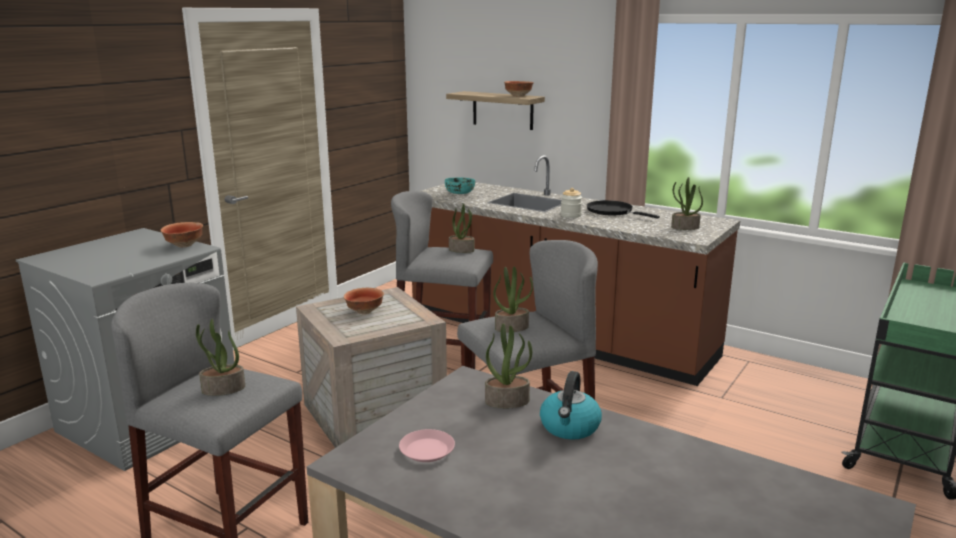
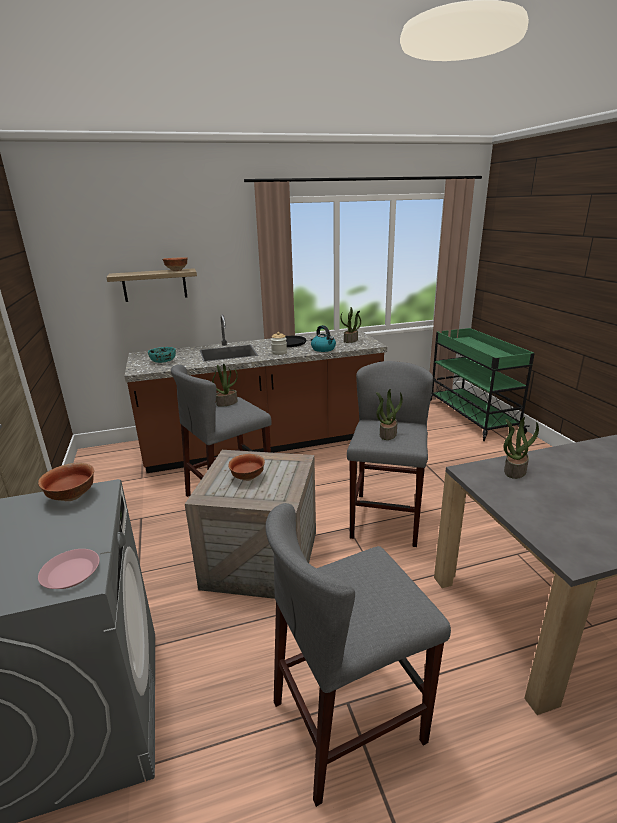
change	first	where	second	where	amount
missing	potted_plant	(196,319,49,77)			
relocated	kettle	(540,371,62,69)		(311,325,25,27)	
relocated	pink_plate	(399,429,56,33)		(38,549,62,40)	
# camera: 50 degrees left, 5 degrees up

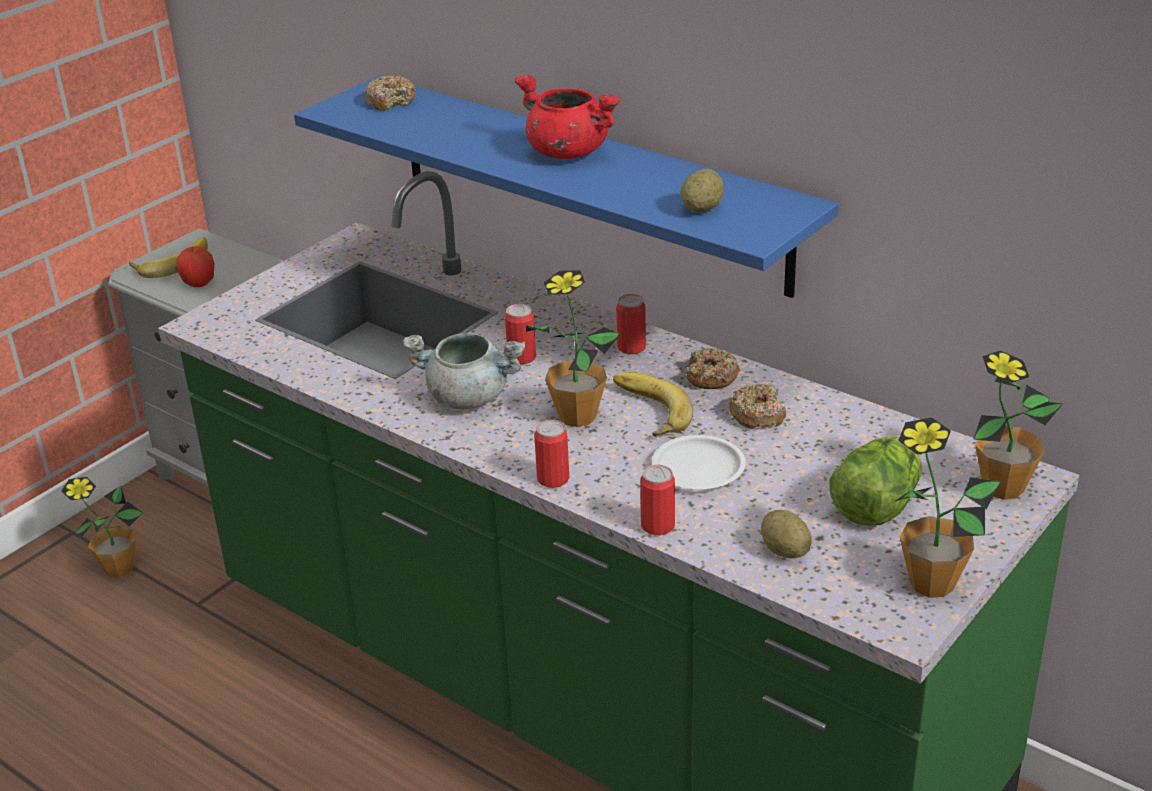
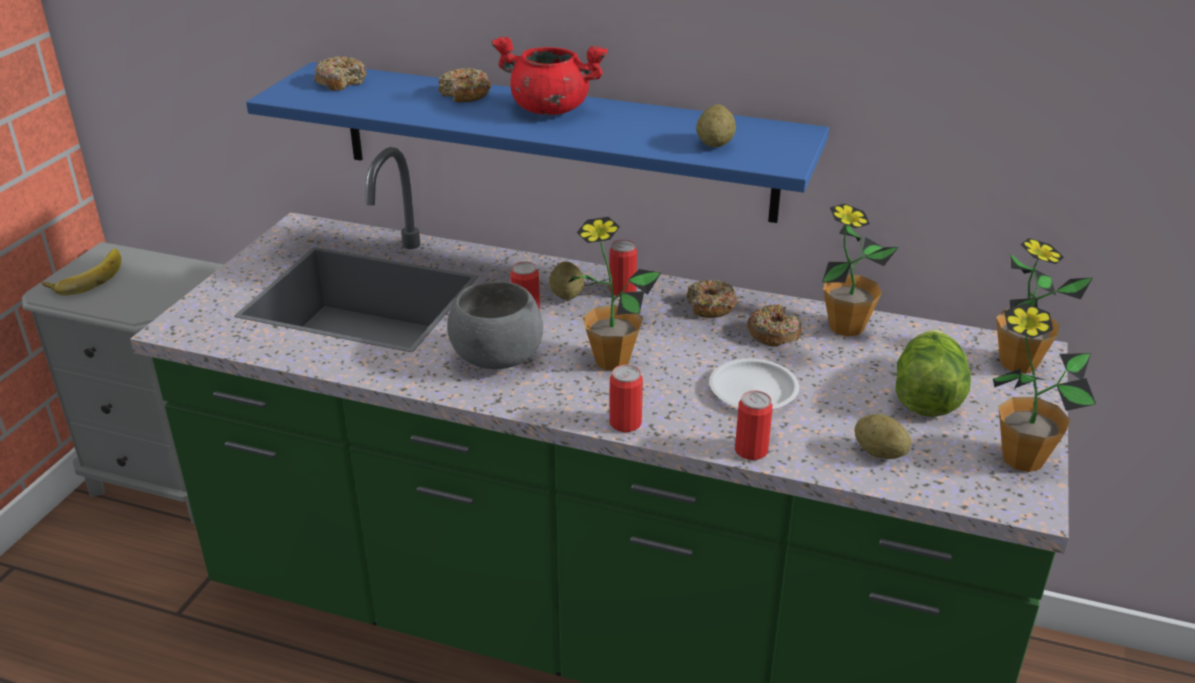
change	first	where	second	where	amount
missing	apple	(176,246,39,41)			
exchanged	grey_cooking_pot	(402,333,123,76)	grey_bowl	(447,281,96,88)	
missing	banana	(613,373,80,64)			
relocated	potted_plant	(61,477,81,101)		(822,203,76,134)	
appeared			donut	(439,67,52,35)	
appeared			potato	(549,261,35,39)	
# camera: 20 degrees left, 0 degrees up

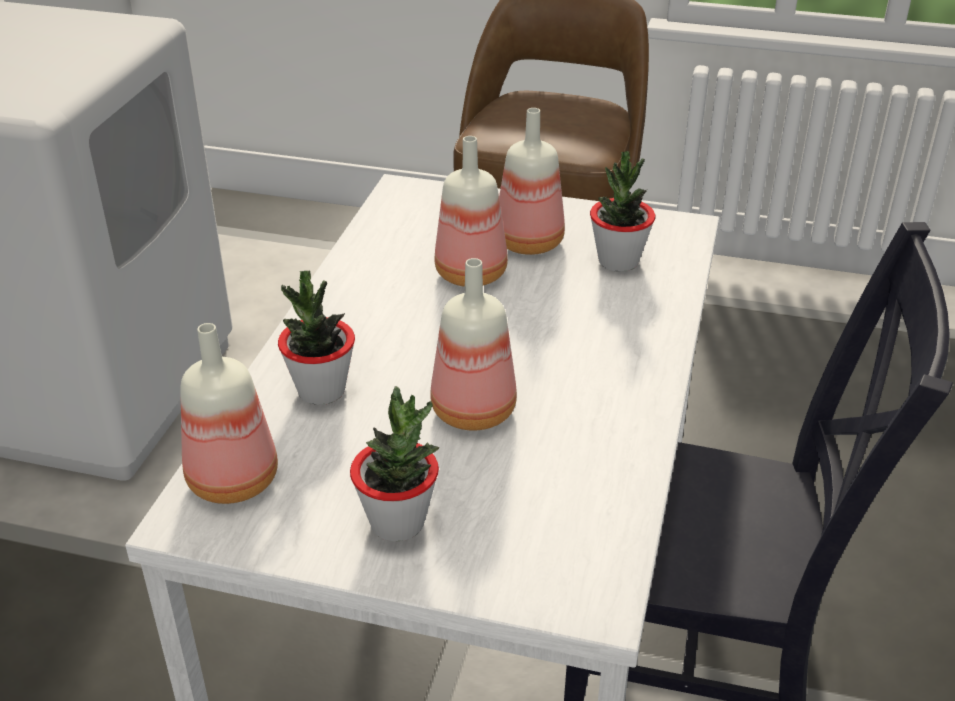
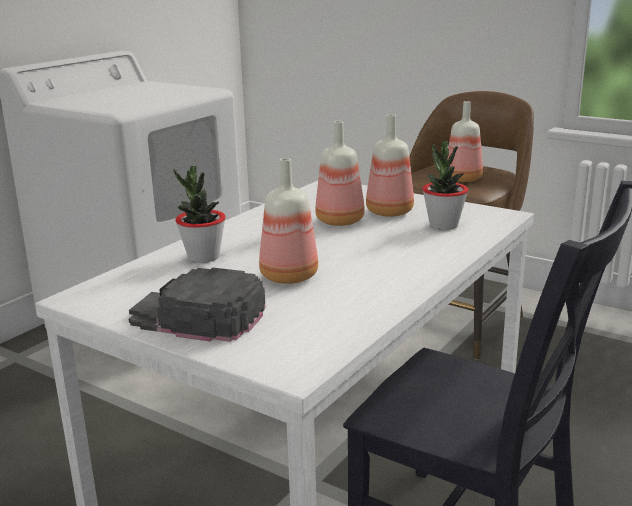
change	first	where	second	where	amount
relocated	bottle	(180,323,98,181)		(447,101,36,81)	
exchanged	potted_plant	(350,386,89,156)	black_cap	(129,268,137,74)	
# camera: 20 degrees right, 15 degrees down

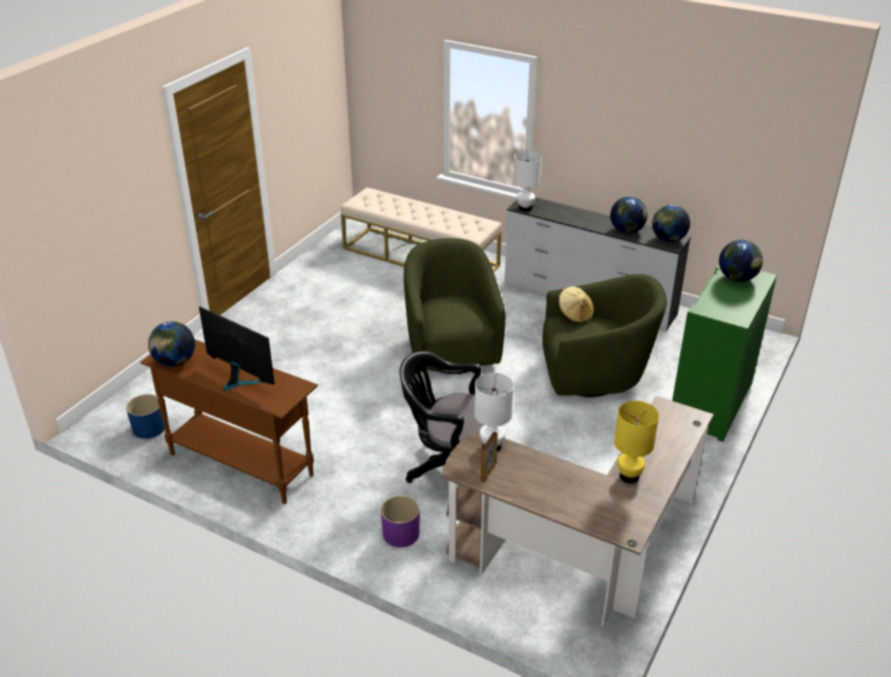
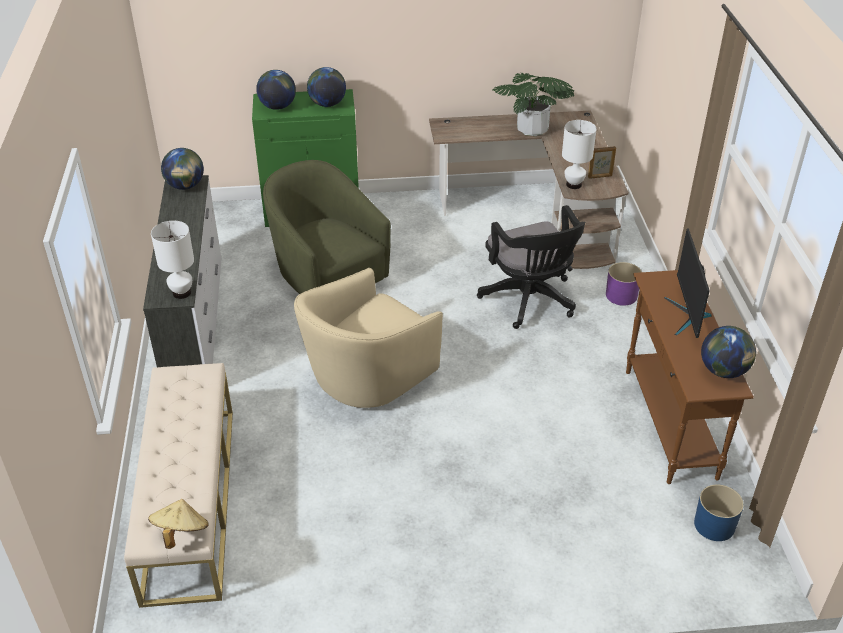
change	first	where	second	where	amount
relocated	globe	(610,197,38,36)		(307,67,39,40)	
colour	green_armchair	(404,238,102,136)	beige_armchair	(294,268,149,140)	
relocated	beige_hat	(558,286,36,38)		(148,499,61,50)	
exchanged	yellow_table_lamp	(614,401,45,82)	potted_plant	(492,73,82,63)	
# camera: 125 degrees left, 5 degrees up

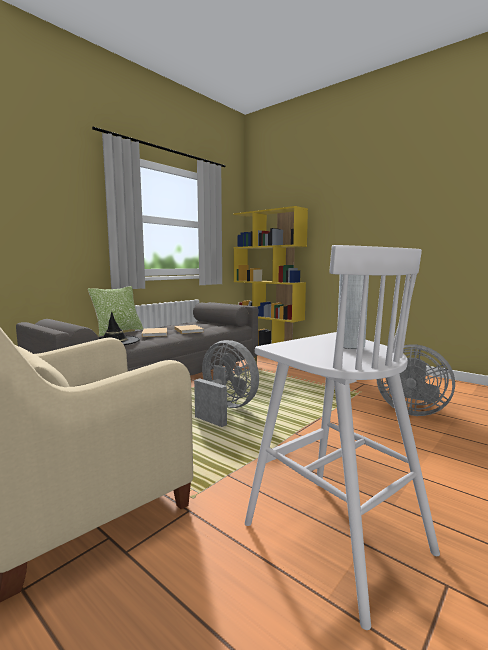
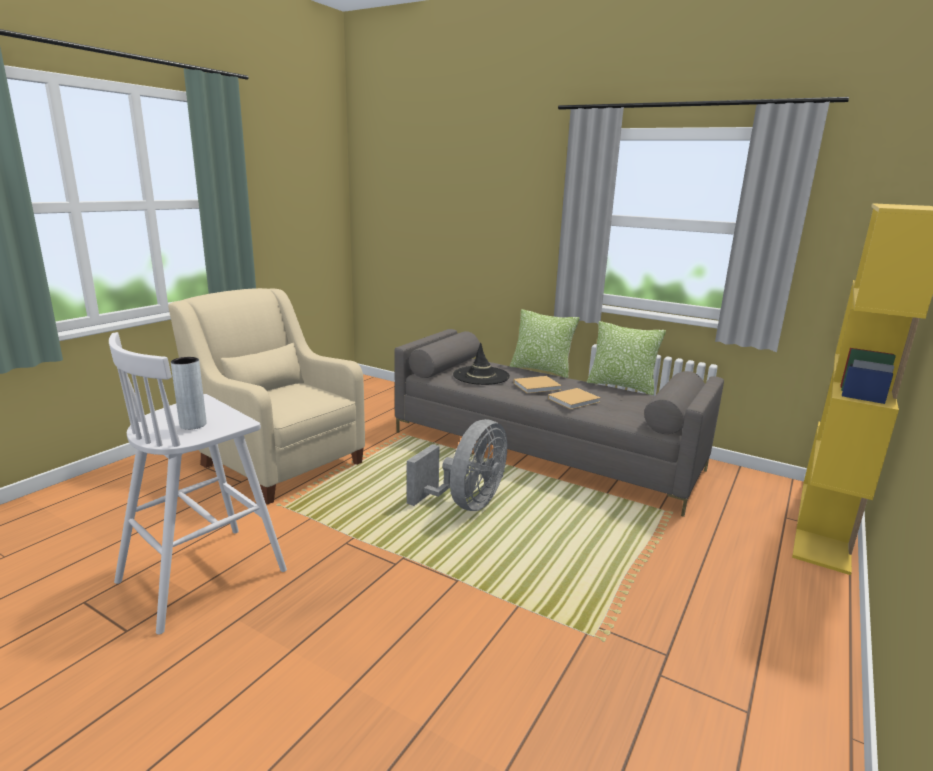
change	first	where	second	where	amount
missing	grey_fan	(377,344,78,72)			
appeared			pillow	(587,321,79,74)	
# camera: 80 degrees right, 10 degrees up

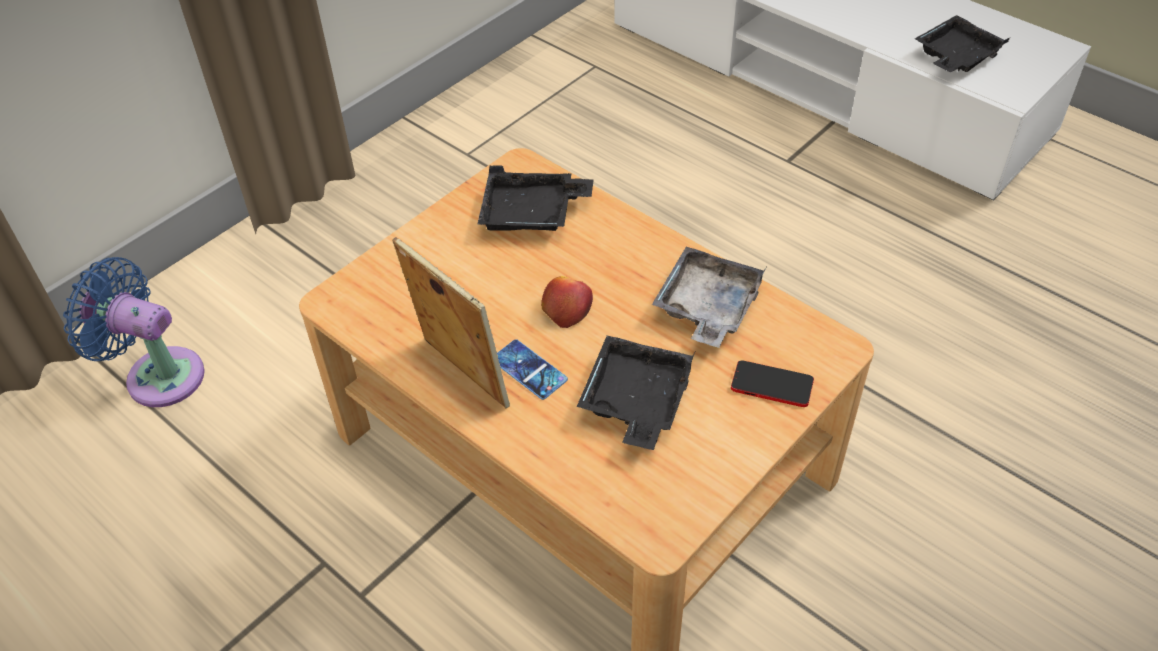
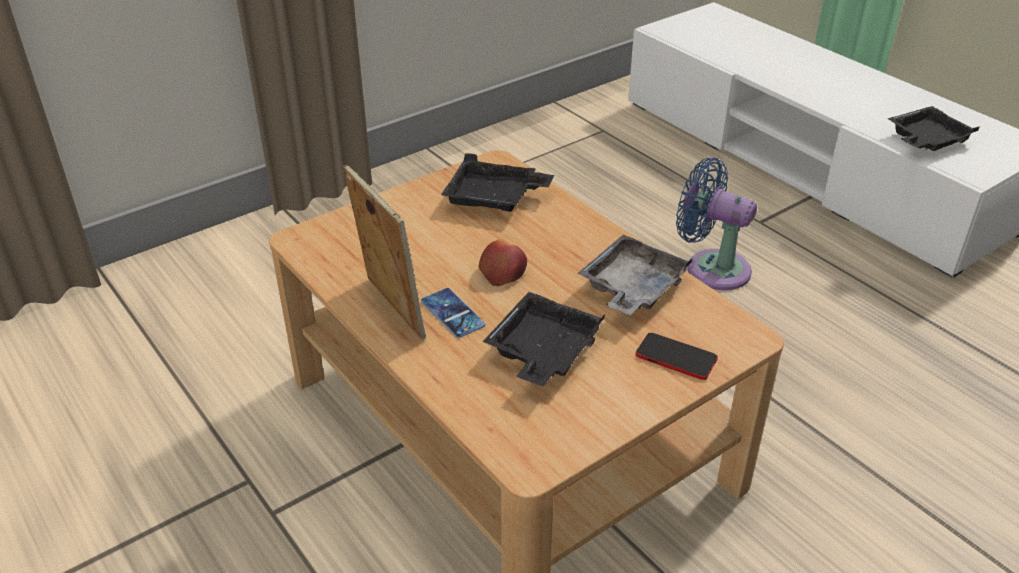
change	first	where	second	where	amount
relocated	blue_fan	(63,257,142,150)		(676,158,81,132)	
# camera: 10 degrees right, 10 degrees down

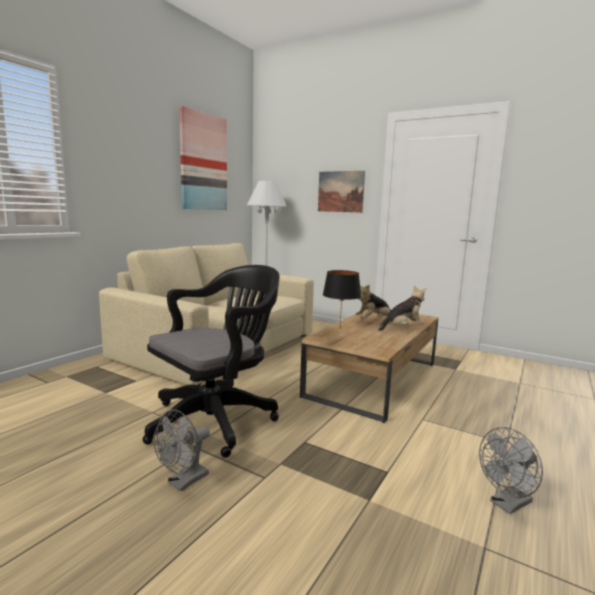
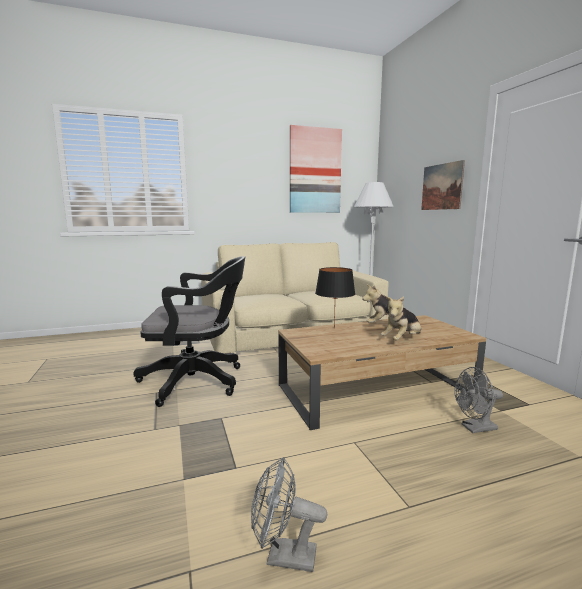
change	first	where	second	where	amount
spun	plush_toy	(378,286,49,45)		(381,296,40,44)	120 degrees clockwise
relocated	grey_fan	(154,409,56,82)		(454,367,49,66)	
# camera: 40 degrees right, 0 degrees up

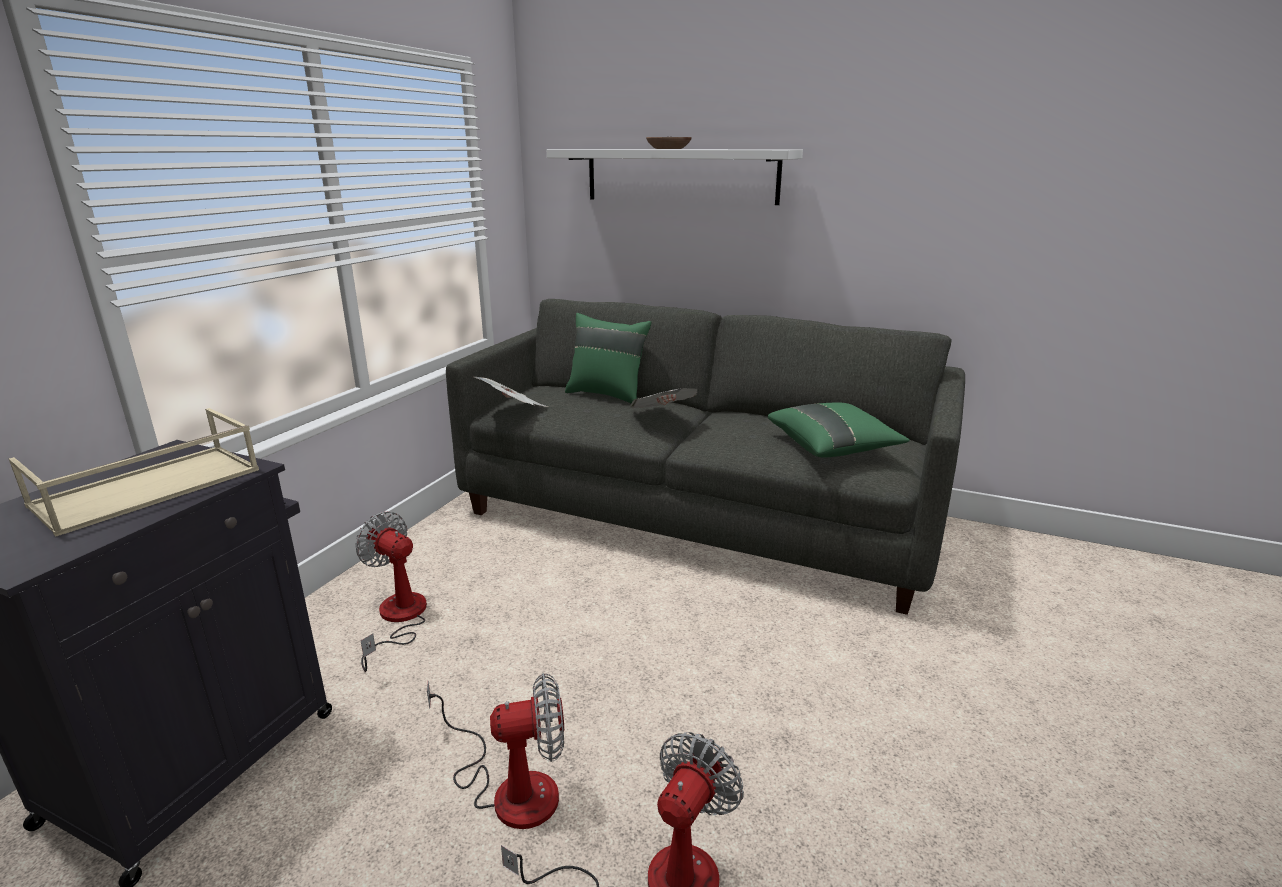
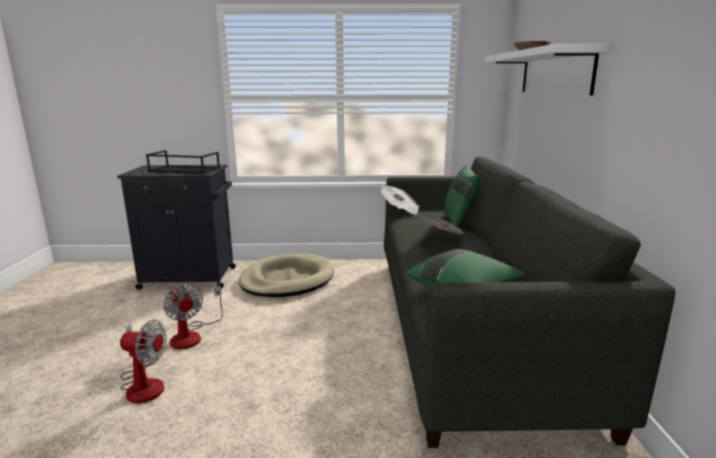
change	first	where	second	where	amount
colour	beige_tray	(9,408,250,129)	black_tray	(146,150,74,24)	
exchanged	fan	(355,511,72,161)	beige_dog_bed	(239,254,95,43)	
# camera: 65 degrees right, 5 degrees down

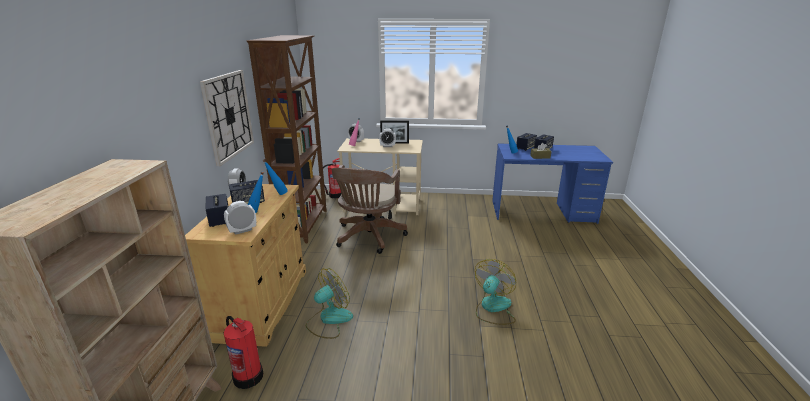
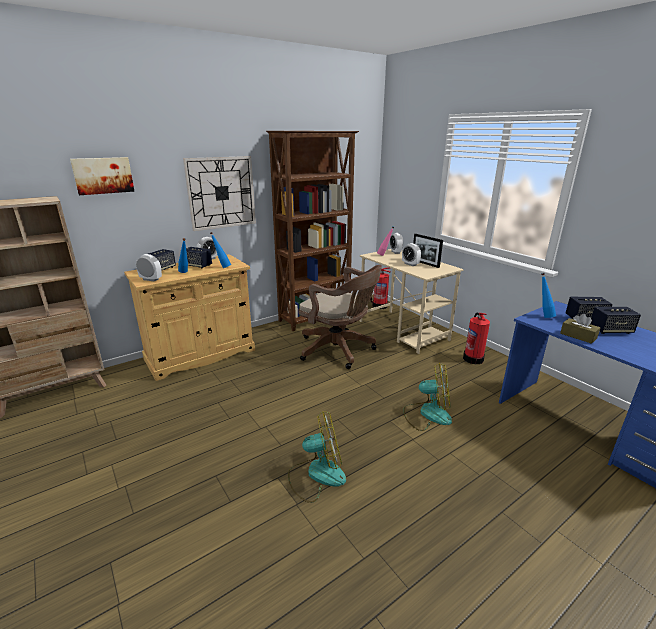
change	first	where	second	where	amount
spun	brown_office_chair	(332,165,76,89)		(298,265,84,104)	120 degrees counterclockwise
relocated	fan	(306,268,47,71)		(403,362,49,69)	
relocated	fire_extinguisher	(224,316,39,73)		(463,312,27,52)	
appeared			picture	(70,157,65,38)	
# camera: 50 degrees right, 0 degrees up

